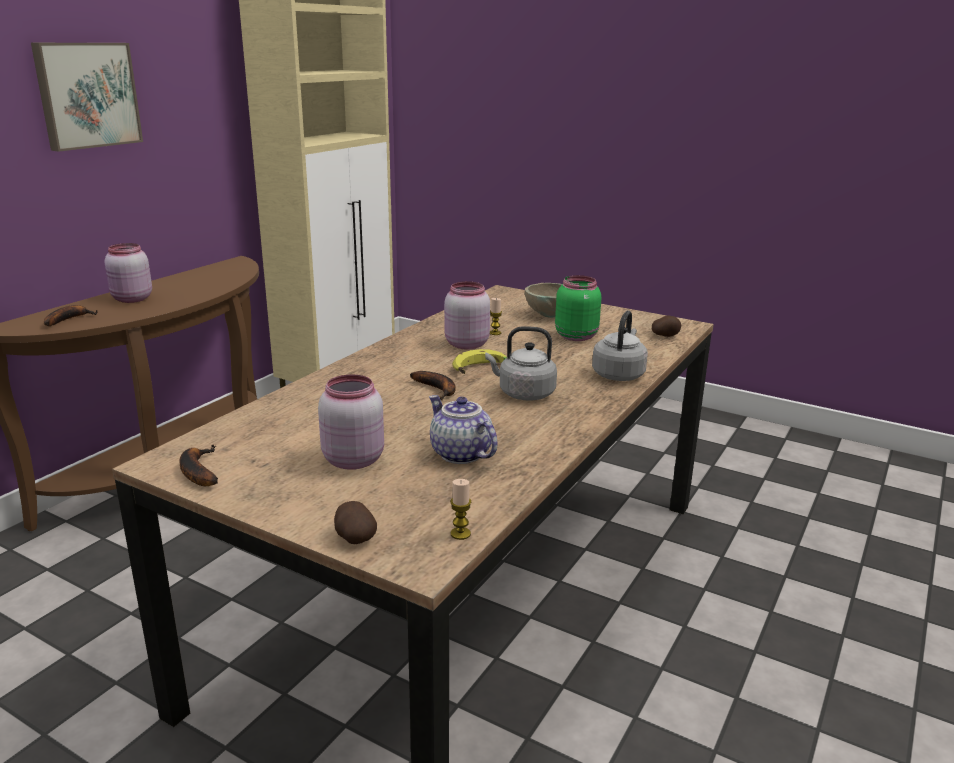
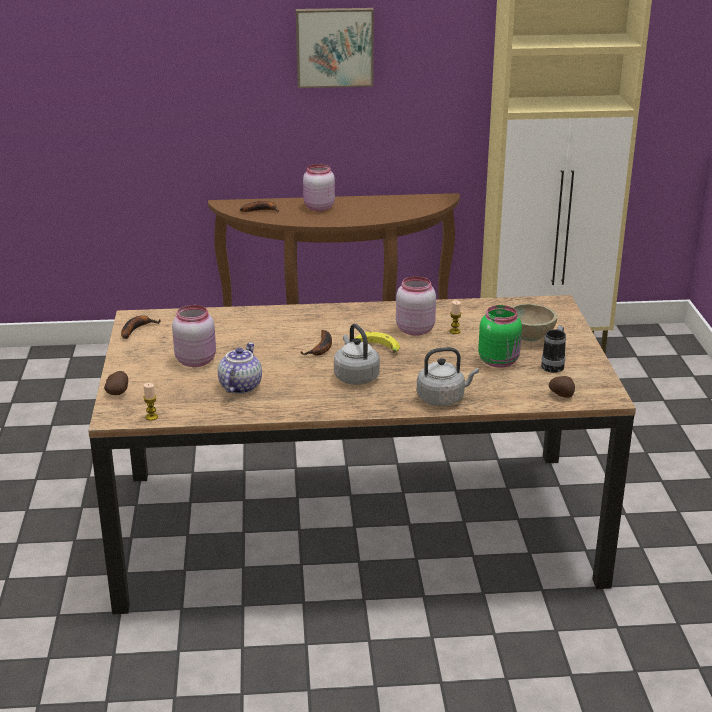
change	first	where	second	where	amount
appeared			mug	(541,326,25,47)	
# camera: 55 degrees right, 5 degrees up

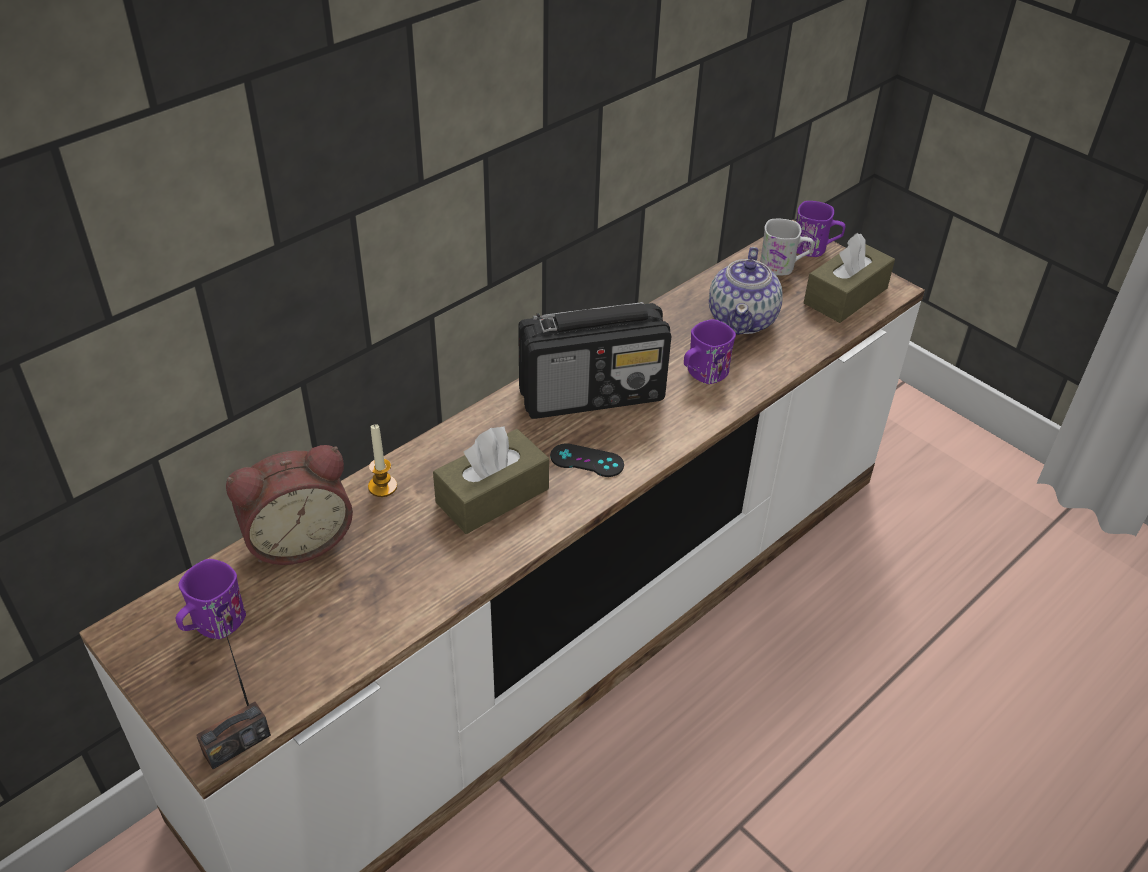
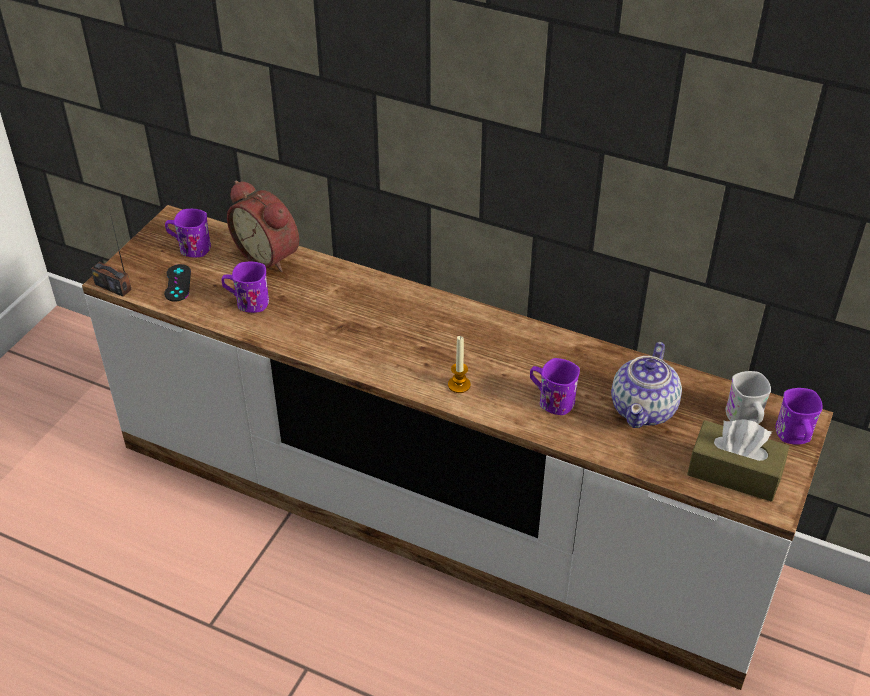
change	first	where	second	where	amount
spun	teapot	(709,247,74,88)		(611,342,71,86)	60 degrees counterclockwise
missing	radio	(518,302,153,117)			
relocated	candle	(368,424,29,73)		(448,336,23,57)	
missing	brown_tissue_box	(433,427,116,107)			
relocated	black_game_controller	(550,443,74,34)		(164,264,27,38)	
appeared			purple_mug	(222,262,47,51)	
# camera: 70 degrees right, 0 degrees up

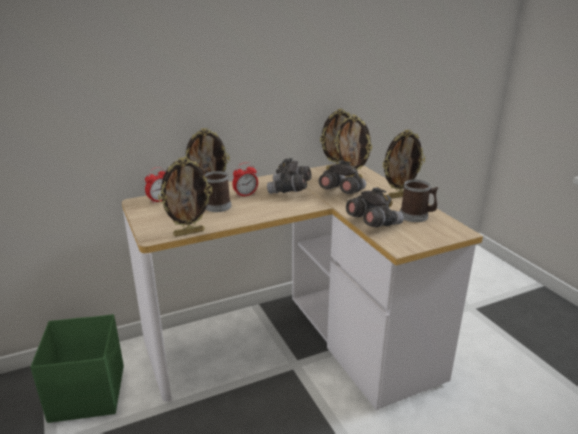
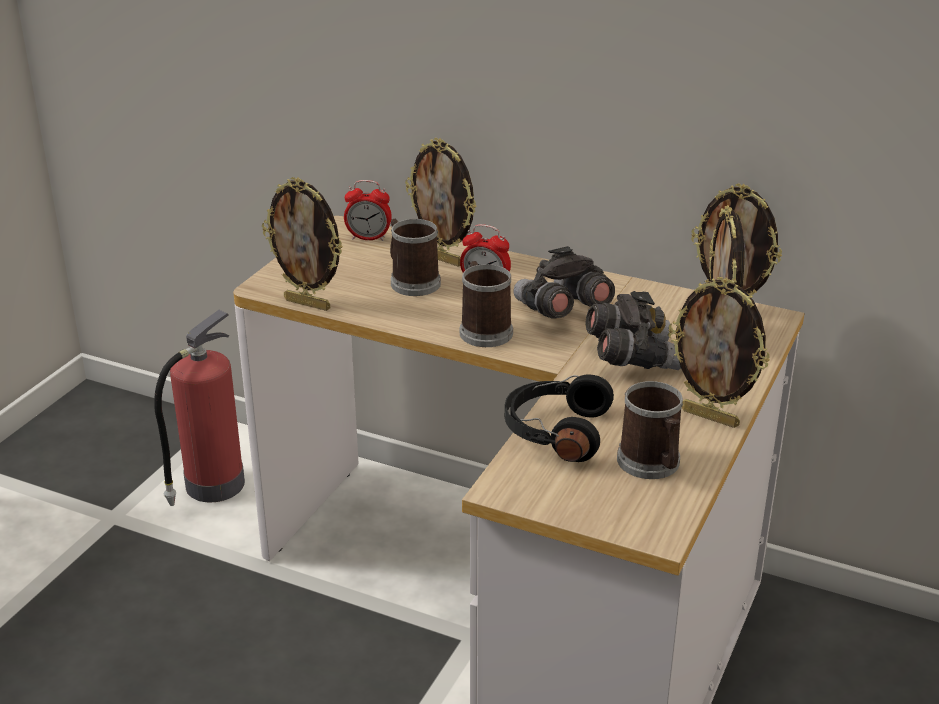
change	first	where	second	where	amount
exchanged	grey_binoculars	(346,187,58,40)	black_headphones	(505,374,109,88)	
exchanged	green_storage_box	(30,314,94,109)	fire_extinguisher	(154,310,91,196)	
appeared			mug	(460,261,53,86)	
# camera: 50 degrees right, 5 degrees up

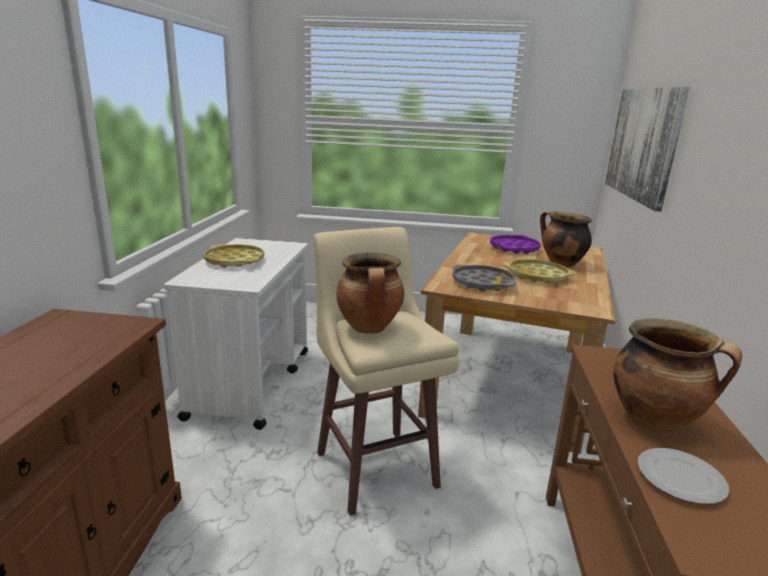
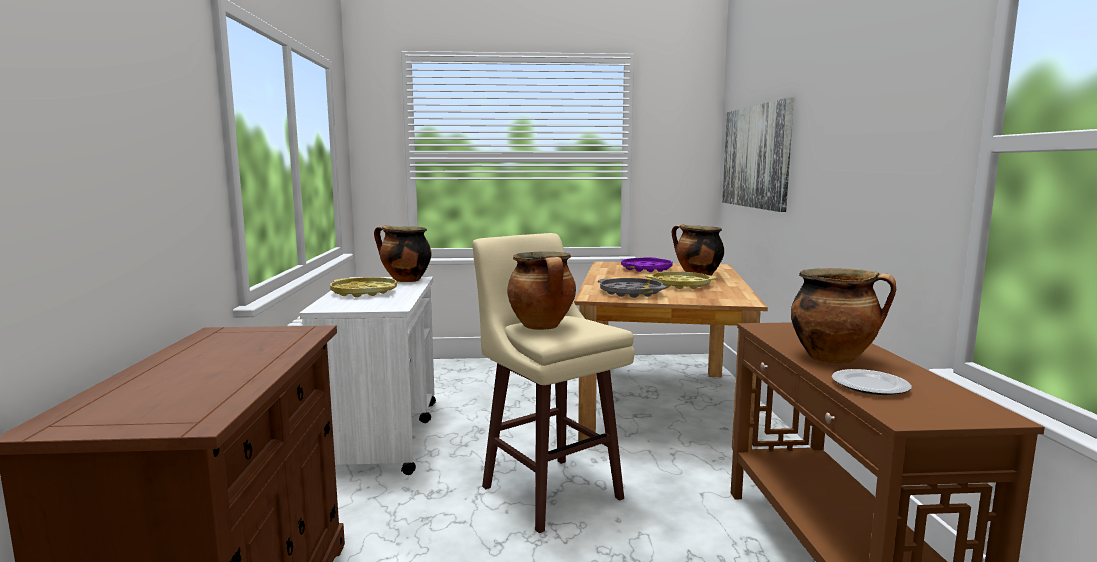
change	first	where	second	where	amount
appeared			cooking_pot	(374,226,58,56)	
# camera: 10 degrees left, 10 degrees down

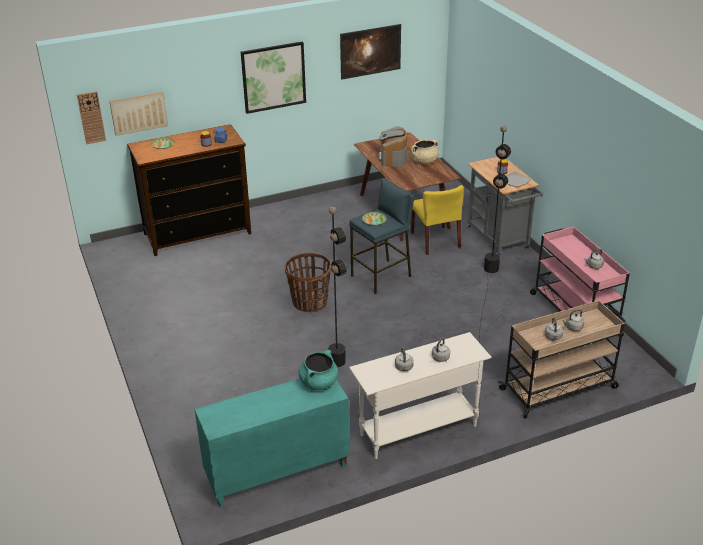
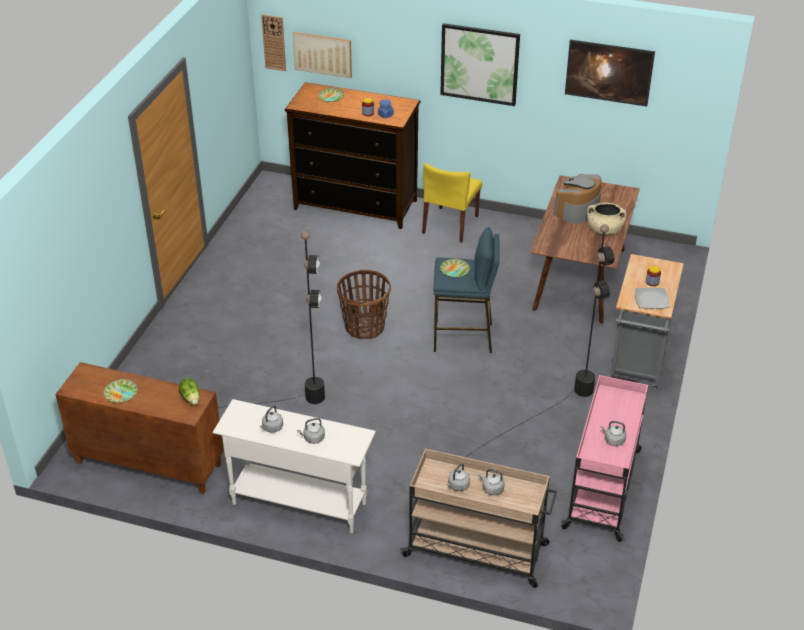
change	first	where	second	where	amount
relocated	yellow_chair	(411,185,53,70)		(422,163,60,80)	
exchanged	turquoise_cooking_pot	(298,350,40,40)	lettuce	(179,378,21,27)	
colour	turquoise_cabinet	(194,379,156,128)	brown_cabinet	(55,362,168,132)	
appeared			plate	(103,379,35,24)	
# camera: 40 degrees right, 5 degrees up

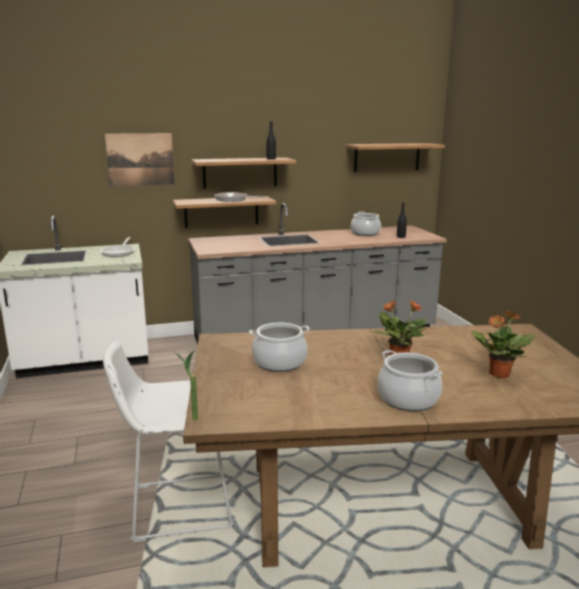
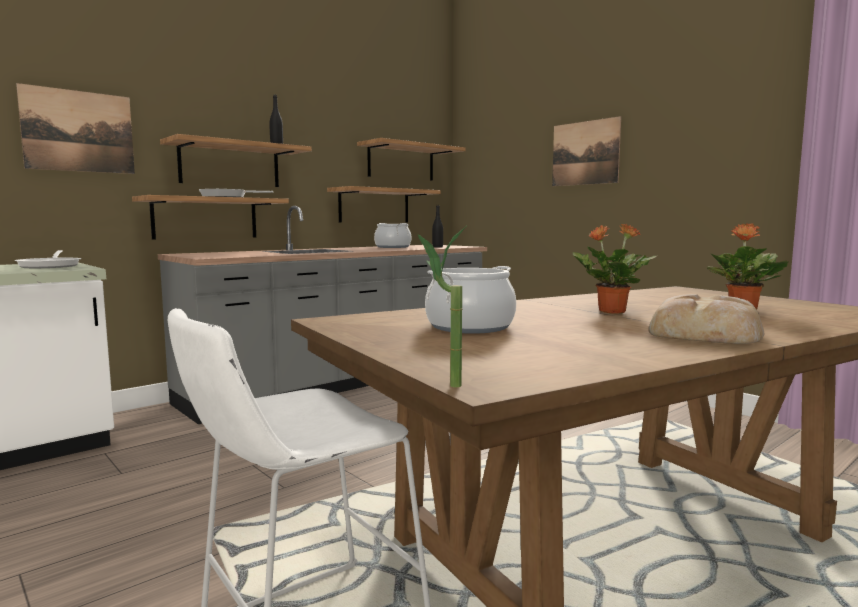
change	first	where	second	where	amount
exchanged	cooking_pot	(377,350,66,61)	bread	(648,294,116,50)	
appeared			picture	(552,116,69,70)	
appeared			shelf	(327,186,114,37)	
# camera: 25 degrees left, 10 degrees down

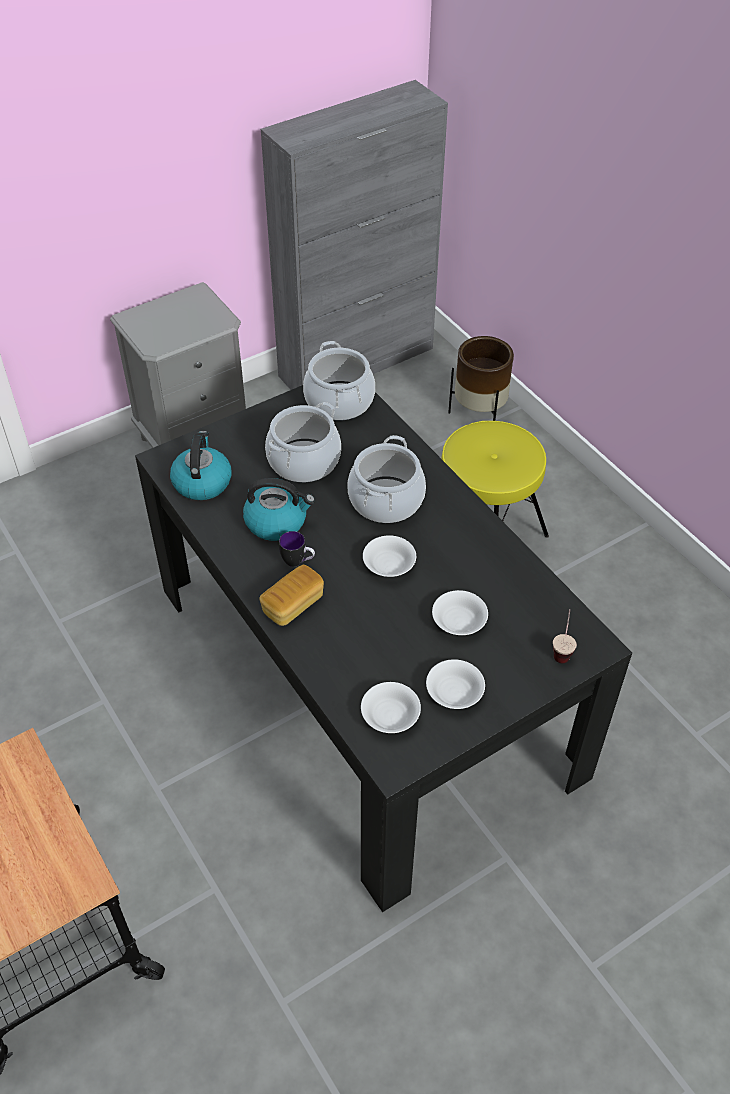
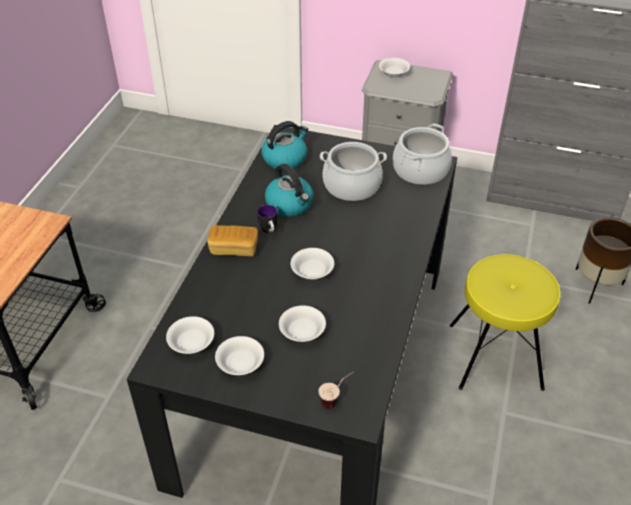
change	first	where	second	where	amount
missing	cooking_pot	(347,435,79,88)			
appeared			white_bowl	(379,58,31,19)	
# camera: 50 degrees right, 5 degrees down

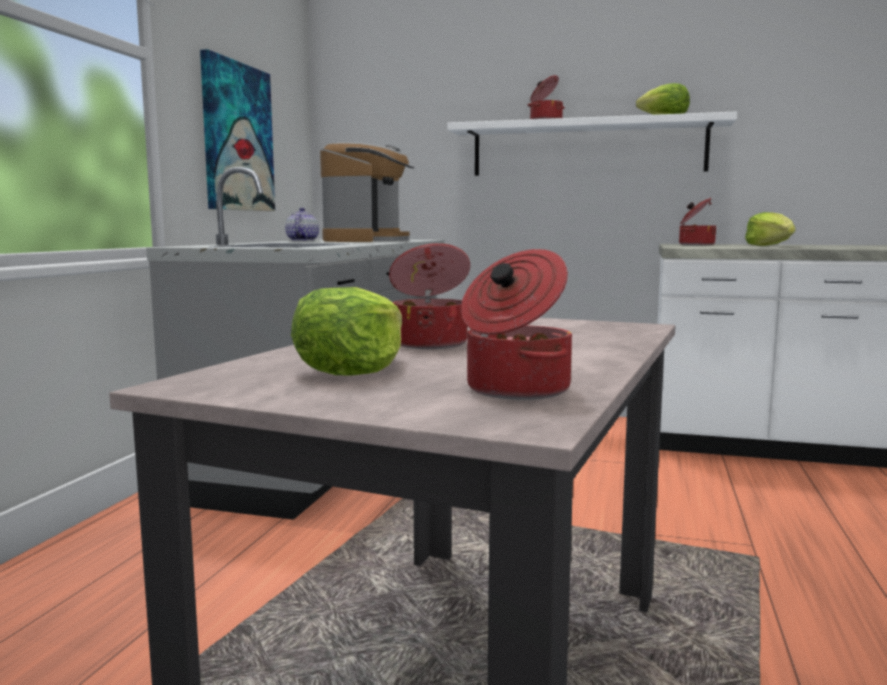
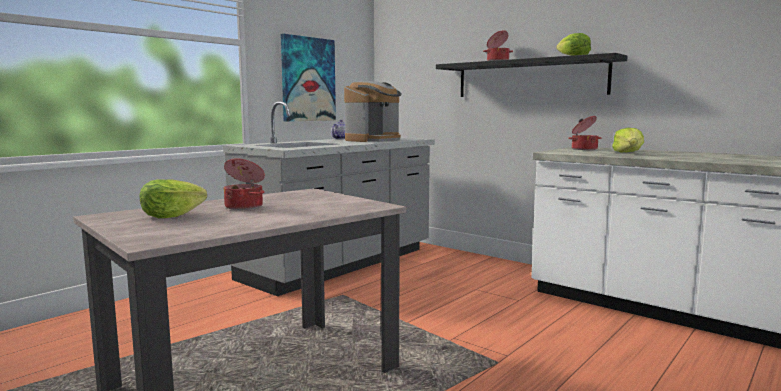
change	first	where	second	where	amount
colour	white_shelf	(447,111,290,65)	black_shelf	(436,53,192,44)	
missing	cooking_pot	(461,249,111,151)			
# camera: 25 degrees right, 0 degrees up

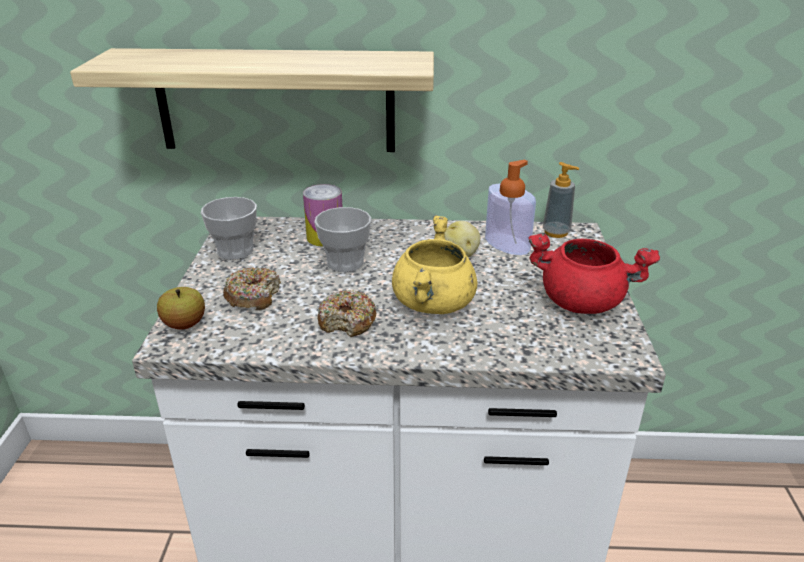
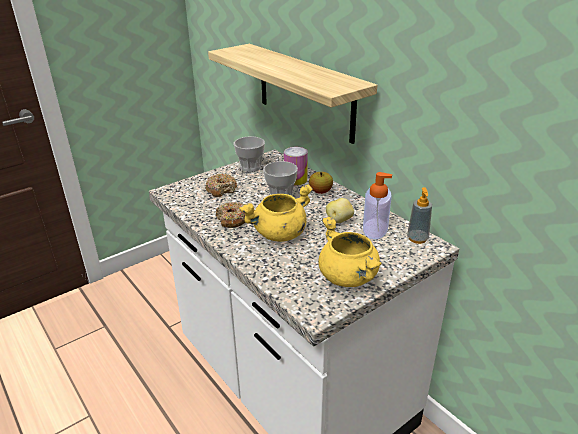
change	first	where	second	where	amount
colour	red_cooking_pot	(528,234,132,80)	yellow_cooking_pot	(318,217,64,70)	
relocated	apple	(157,287,48,43)		(309,172,24,22)	
# camera: 50 degrees right, 0 degrees up

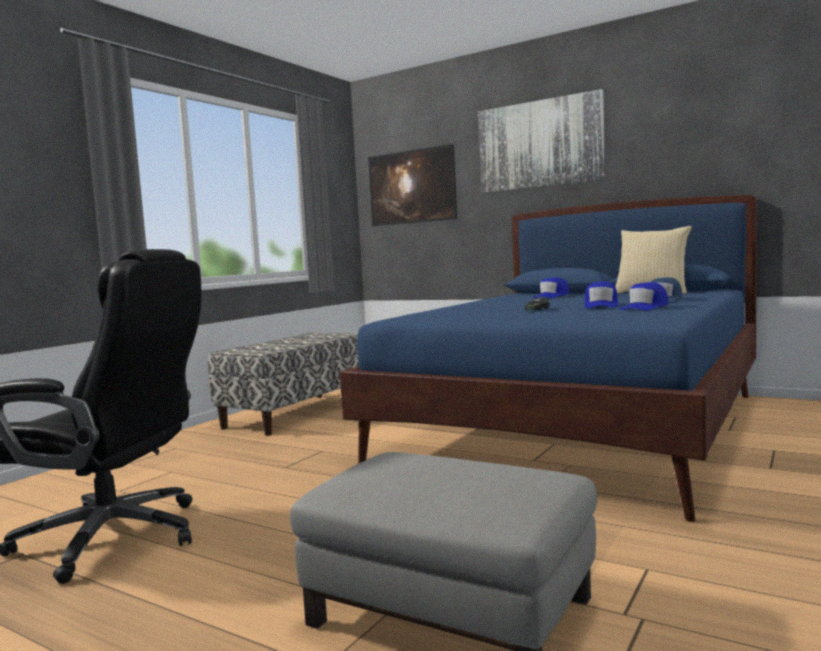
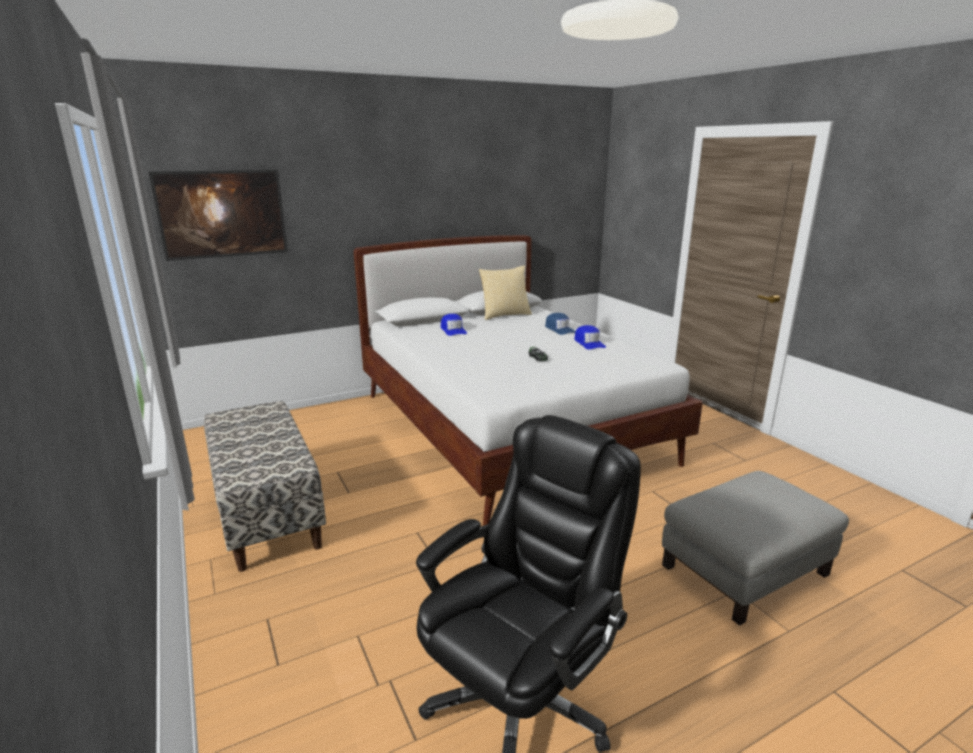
change	first	where	second	where	amount
missing	picture	(478,89,127,104)			
colour	blue_bed	(340,195,417,327)	white_bed	(354,235,349,291)	
missing	blue_cap	(584,282,34,26)			
# camera: 60 degrees left, 15 degrees up

